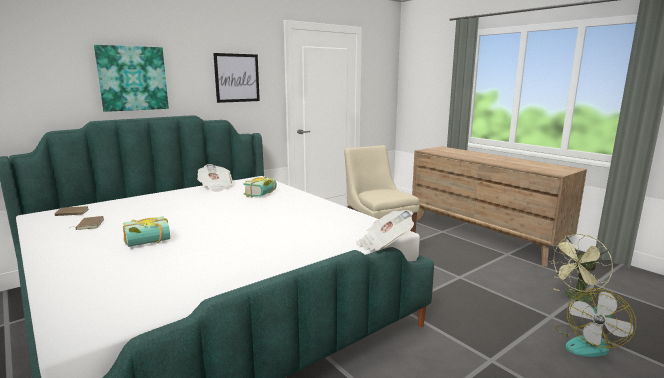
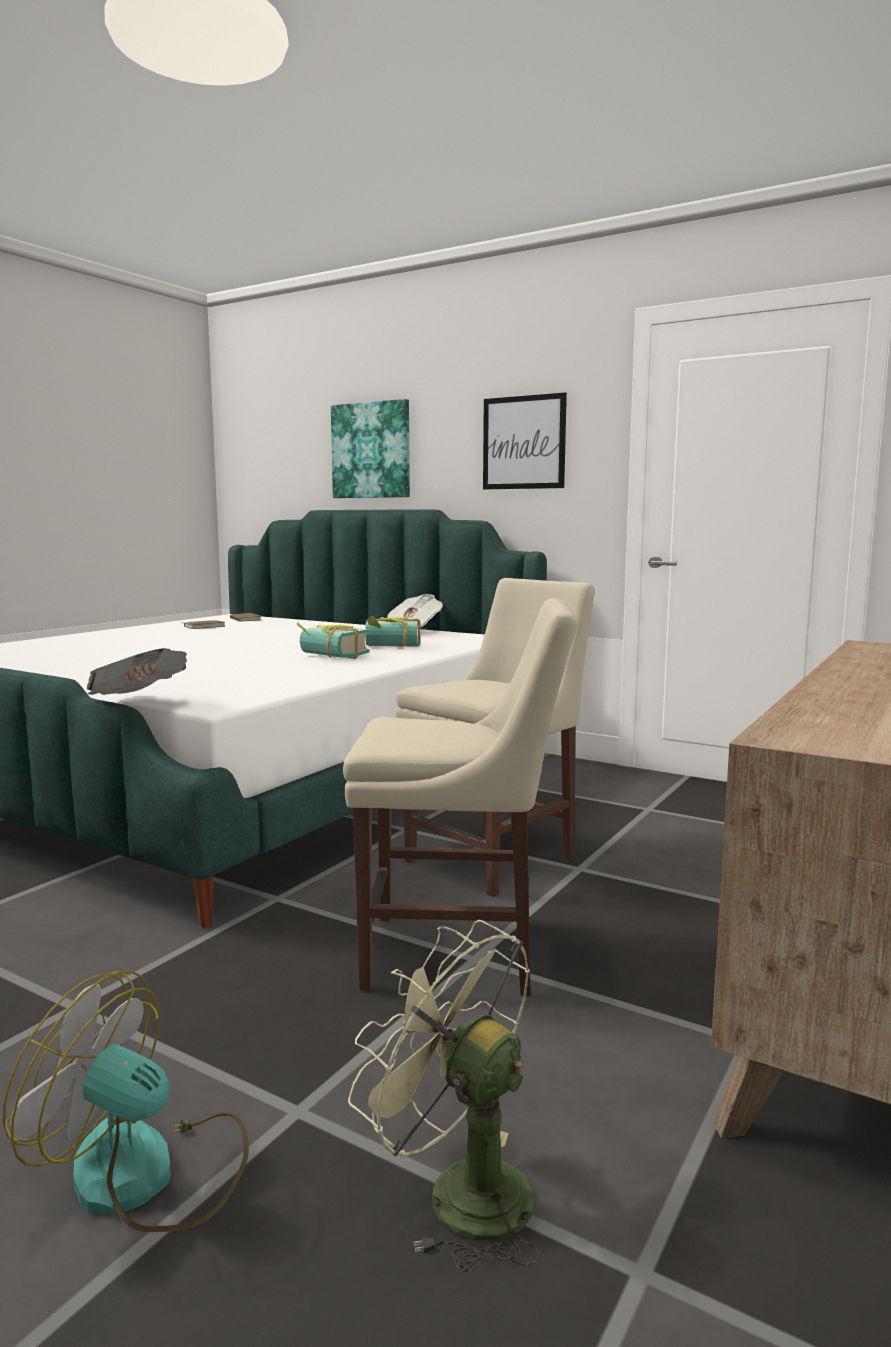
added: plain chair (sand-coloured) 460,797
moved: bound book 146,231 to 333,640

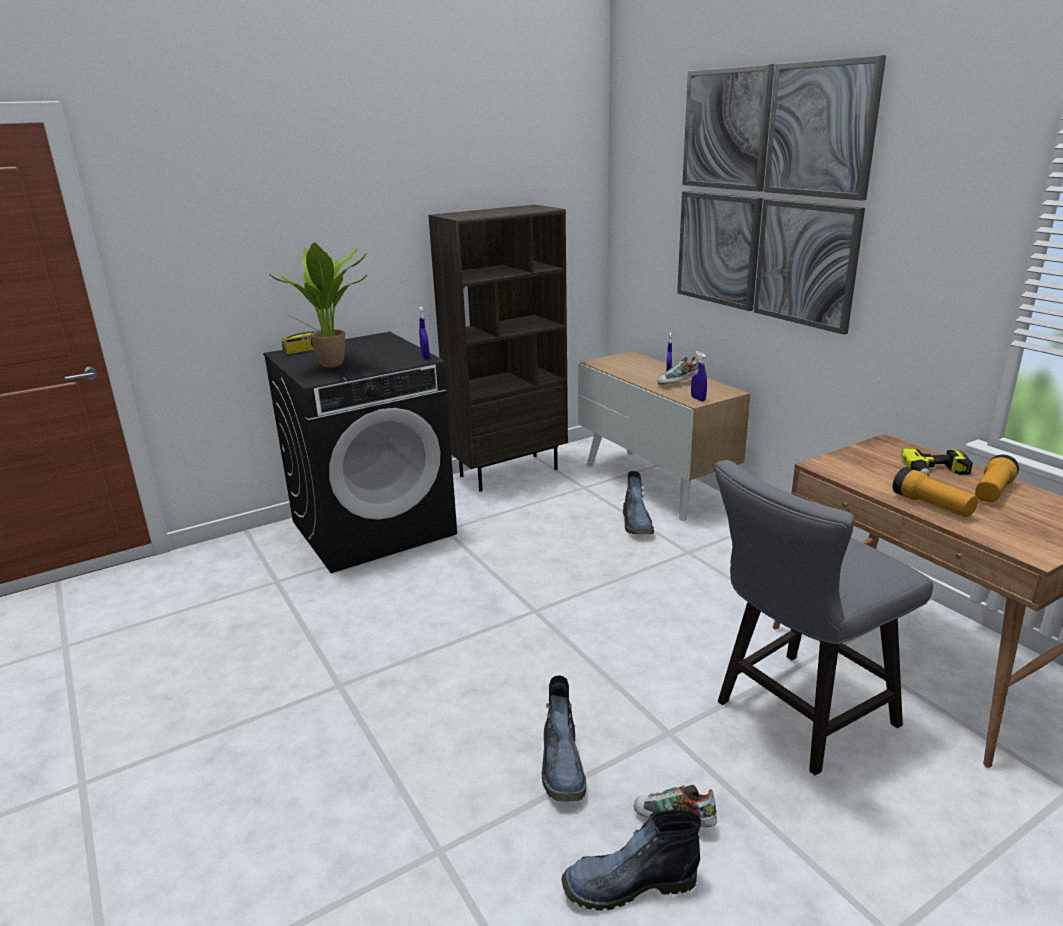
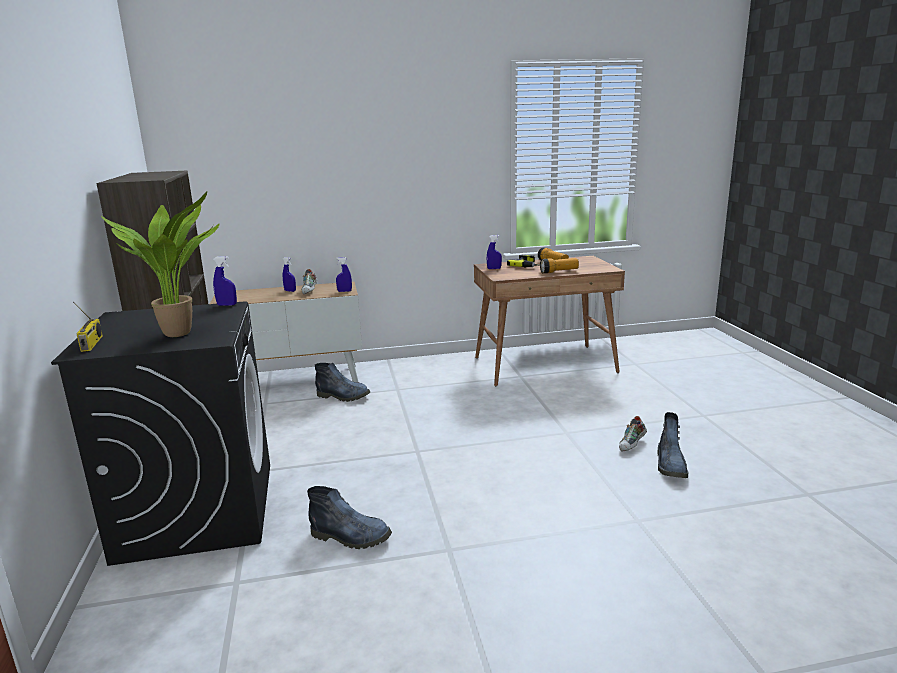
removed: wall art 781,195; plain chair (grey) 823,617
added: hand sprayer (blue-coloured) 494,252
moved: boot 564,738 to 349,517

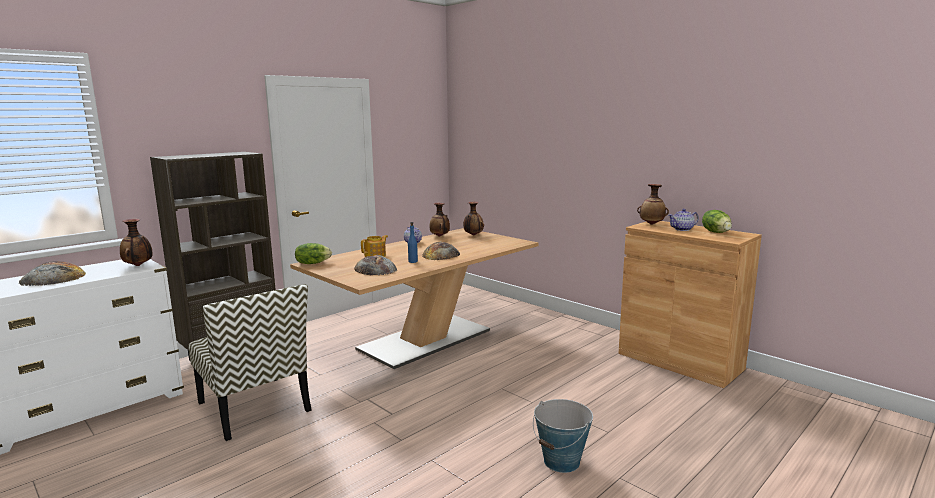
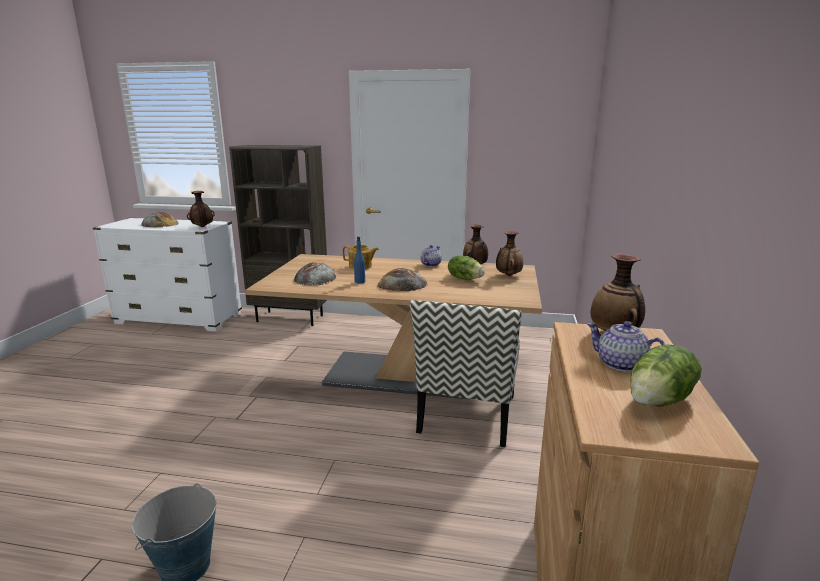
moved: lettuce head 313,253 to 466,268; plain chair 250,362 to 466,373

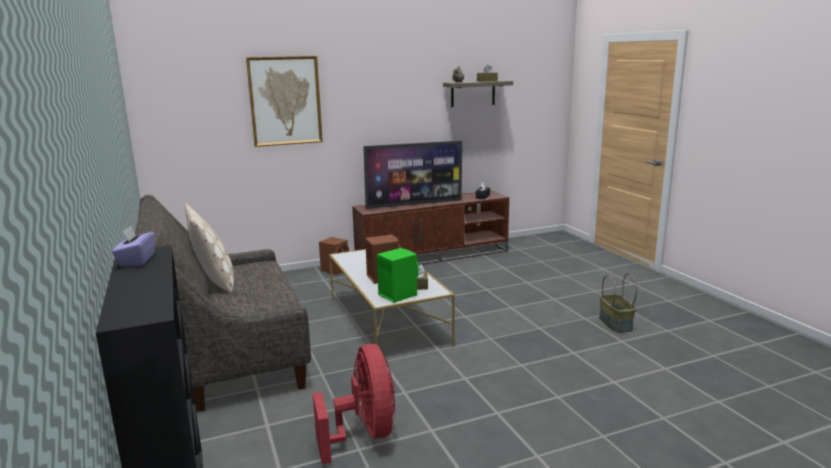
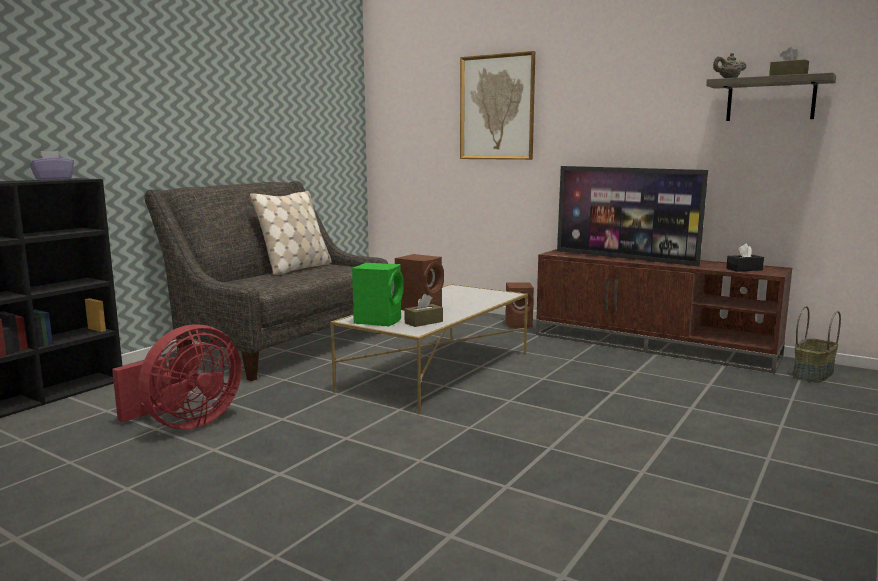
moved: basket 618,303 to 817,344

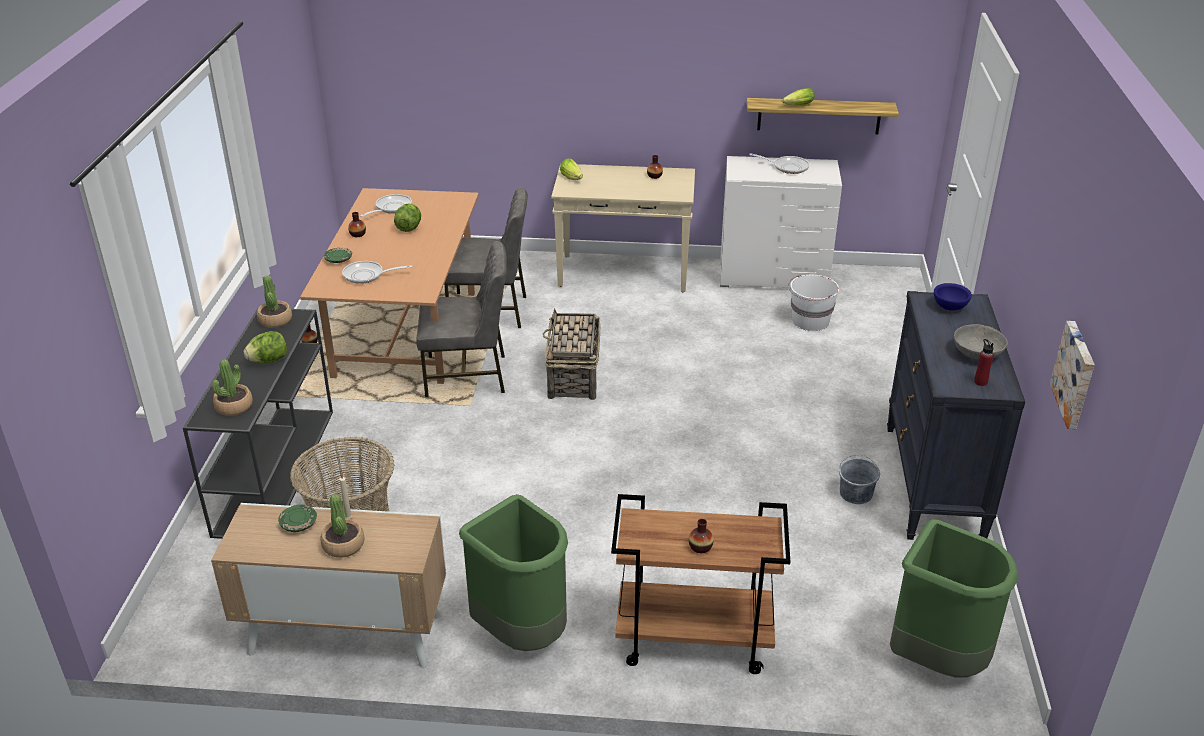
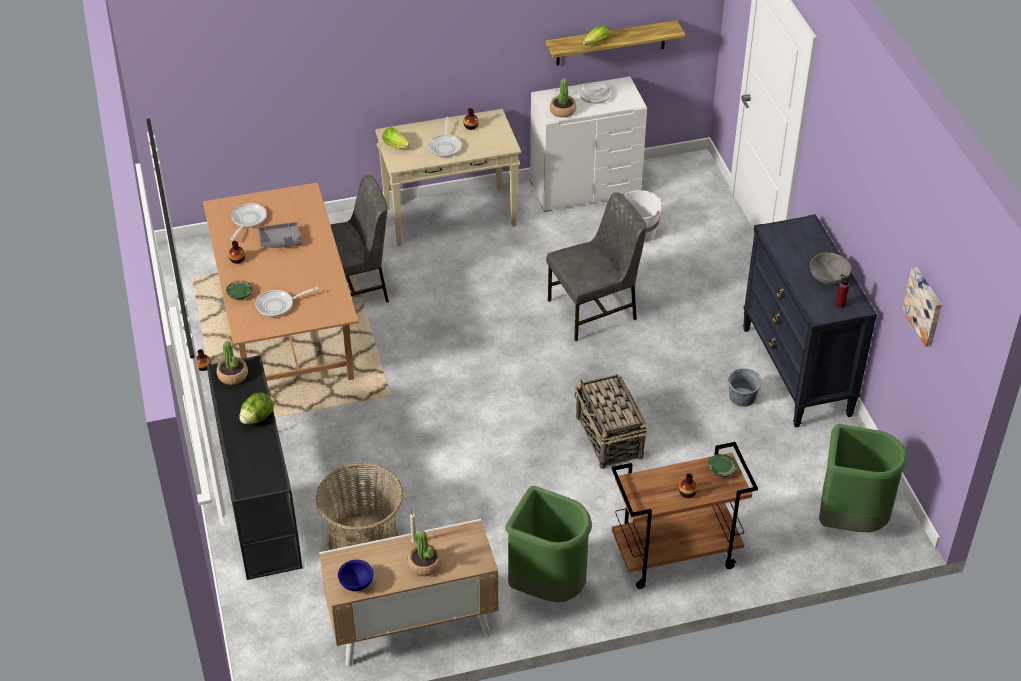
added: frying pan 445,137
moved: plain chair (grey) 461,319 to 596,266; serving bowl (blue-coloured) 953,297 to 355,575; basket 572,354 to 610,421; potted plant 232,388 to 563,98; flat dish (green) 297,518 to 722,465
replaced: lettuce head 407,217 to serving tray (grey) 279,235

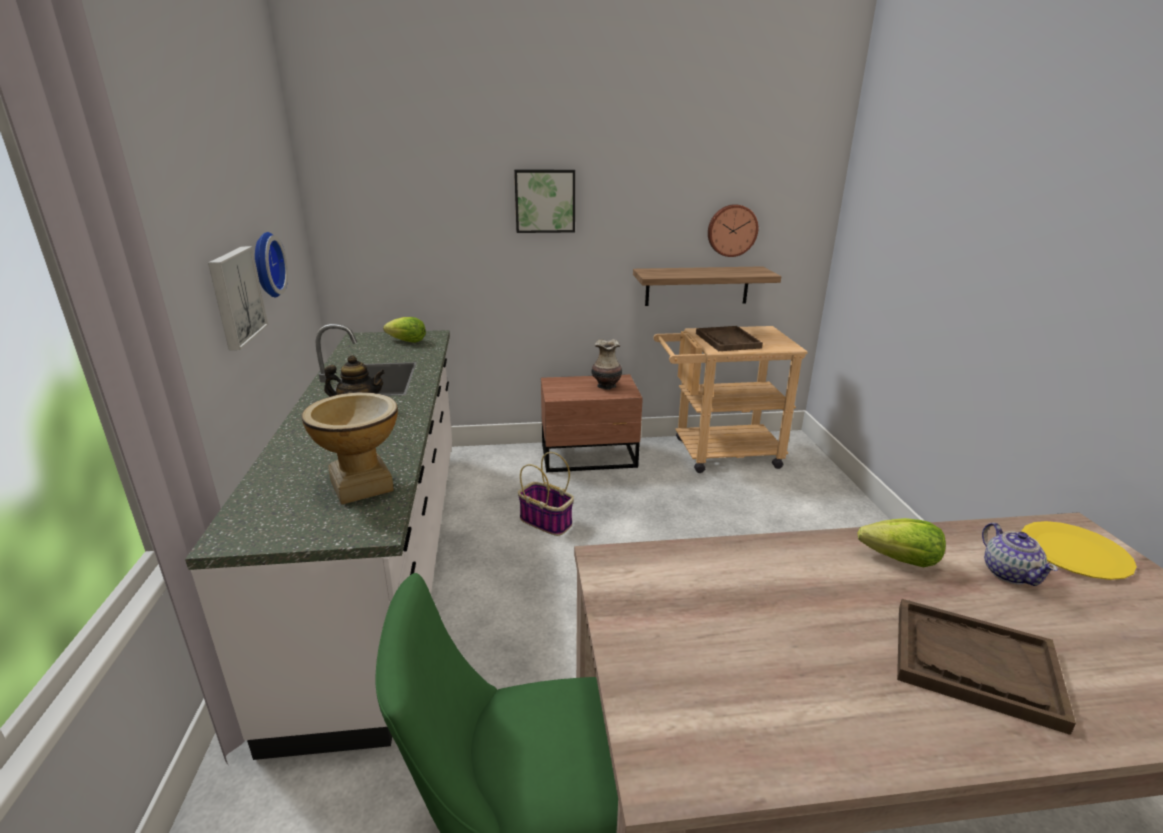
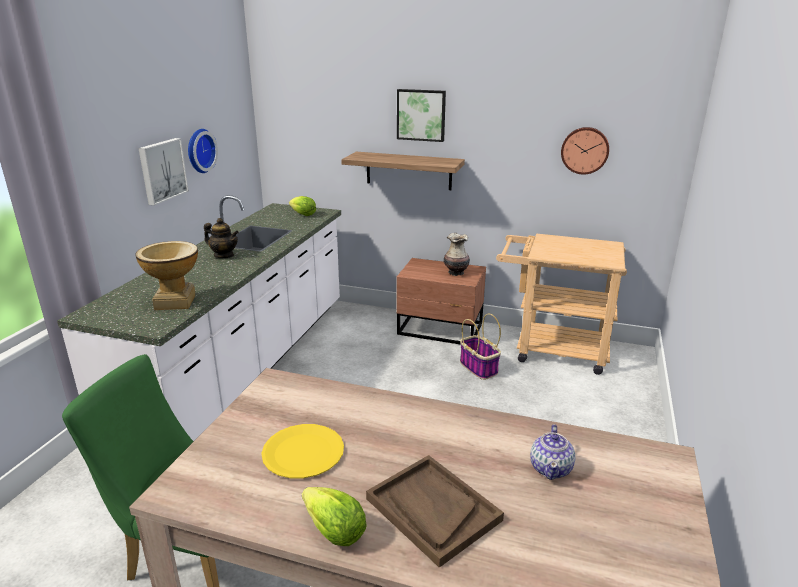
removed: serving tray (brownish) 729,338
moved: wall shelf 707,286 to 403,171; basket 546,494 to 480,347; lettuce head 902,542 to 334,516; flat dish (yellowish) 1079,550 to 302,451

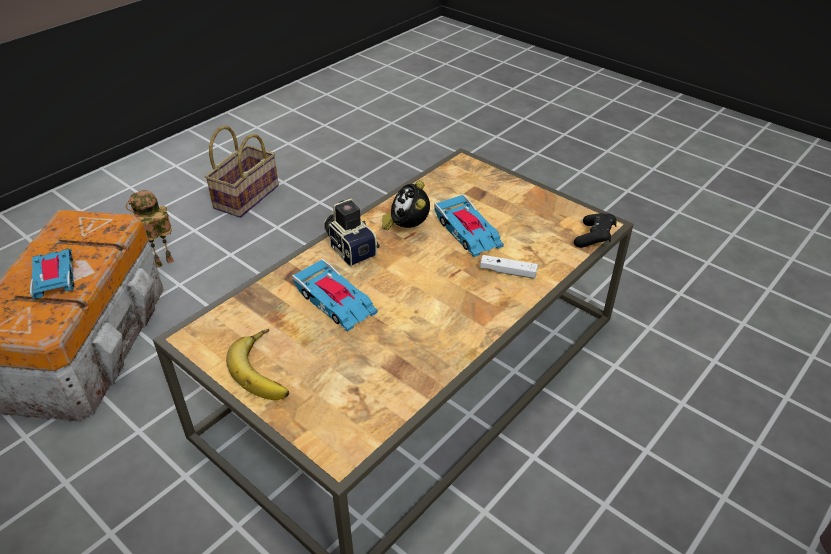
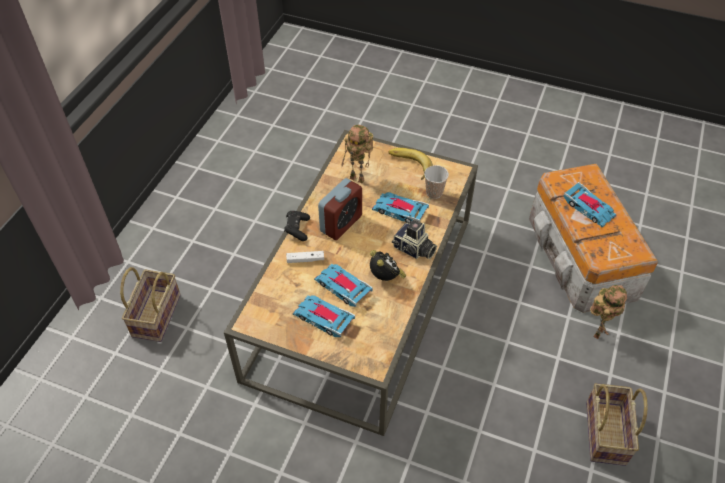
added: robot figure 357,154; small cup 436,182; table clock 340,209; basket 150,304; toy car 324,316
moved: game controller (black) 595,230 to 297,226

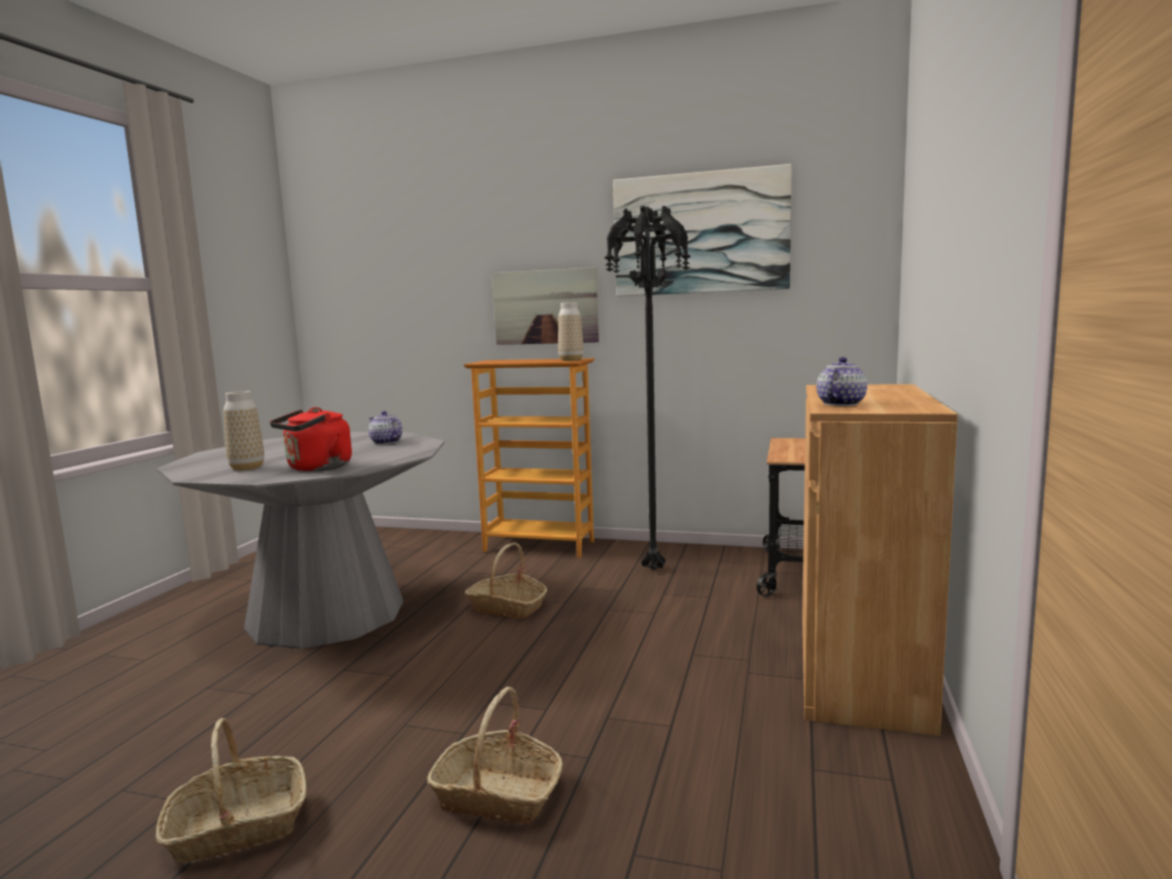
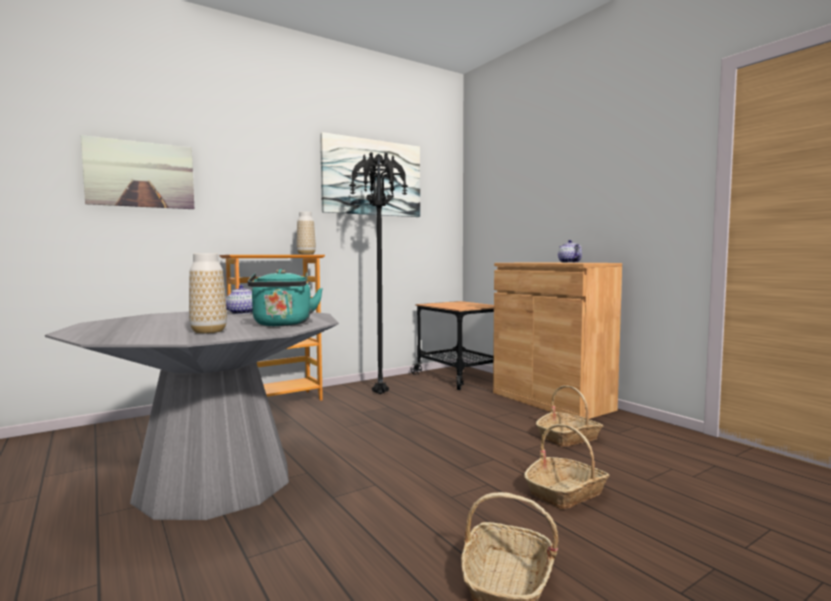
moved: wall art 545,306 to 137,172; basket 506,580 to 569,416
recoloured: water kettle (red-coloured) 311,439 to water kettle (turquoise-coloured) 285,297

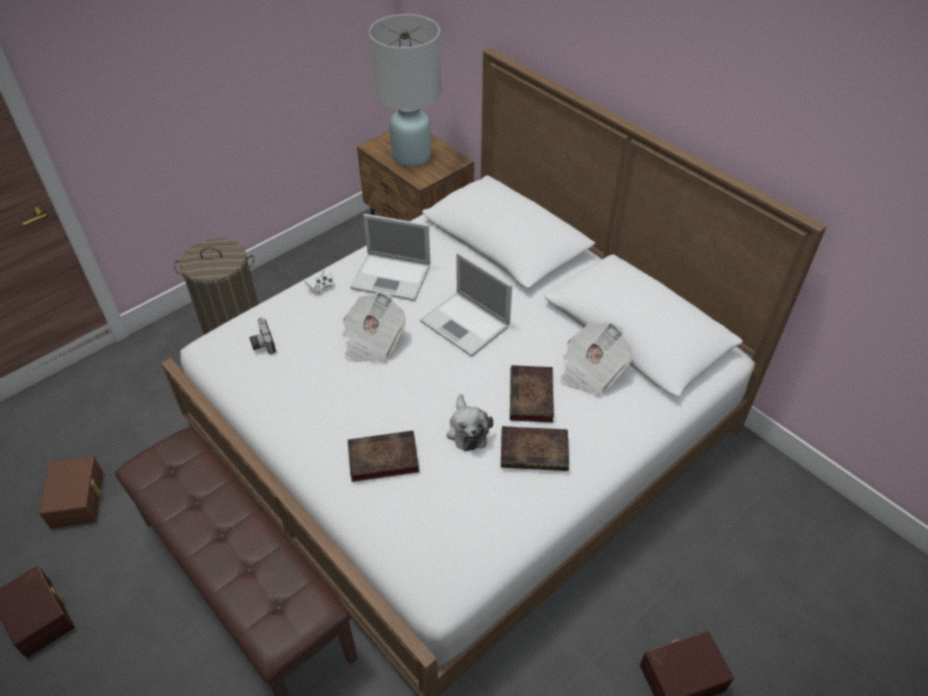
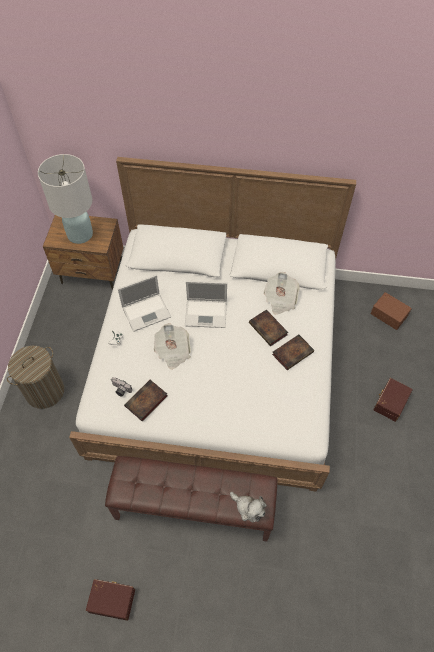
moved: soft toy 470,422 to 248,507; bound book 383,456 to 146,400; storage box (brownish) 71,492 to 391,311

